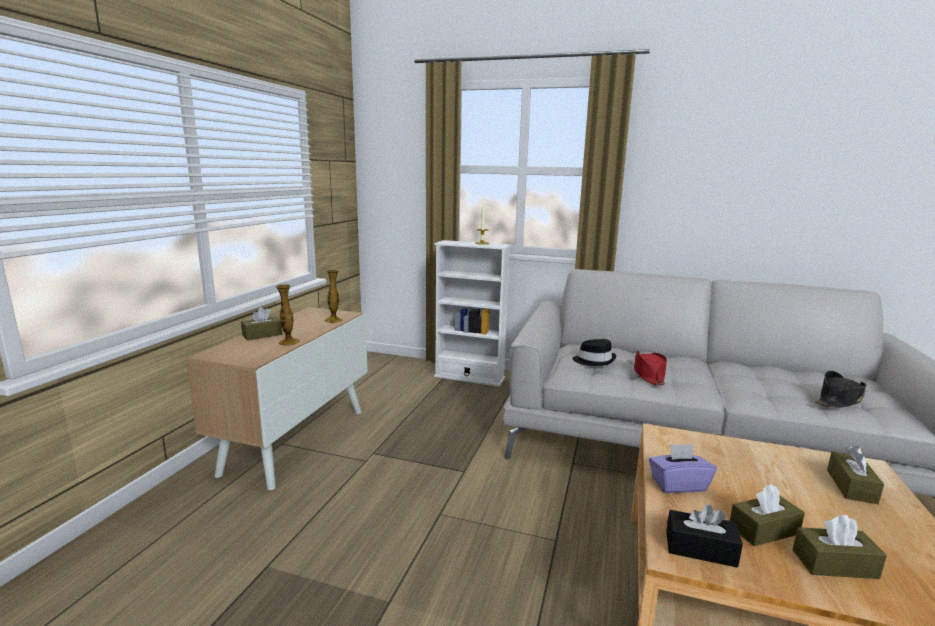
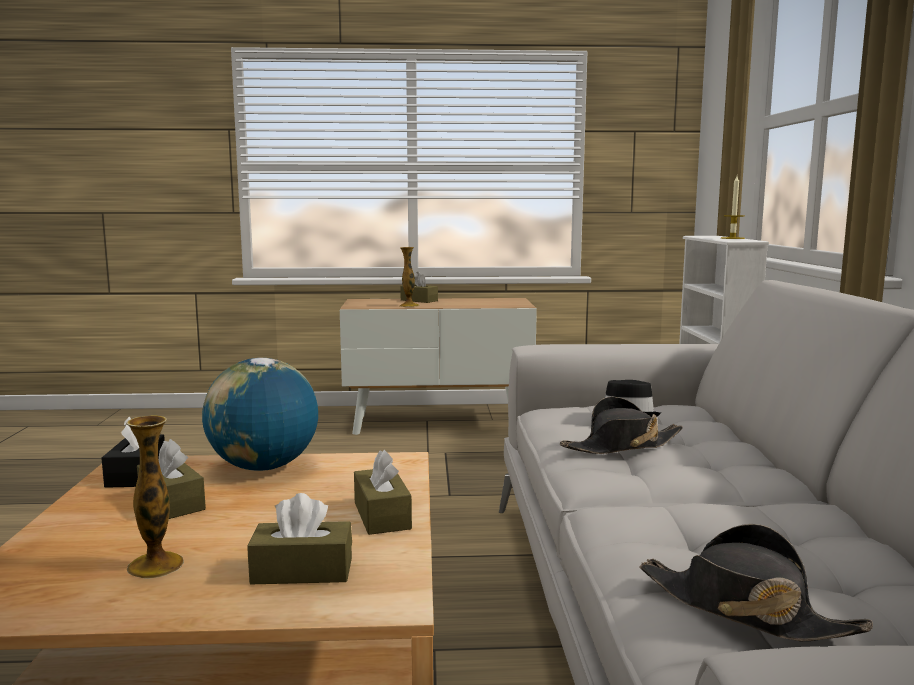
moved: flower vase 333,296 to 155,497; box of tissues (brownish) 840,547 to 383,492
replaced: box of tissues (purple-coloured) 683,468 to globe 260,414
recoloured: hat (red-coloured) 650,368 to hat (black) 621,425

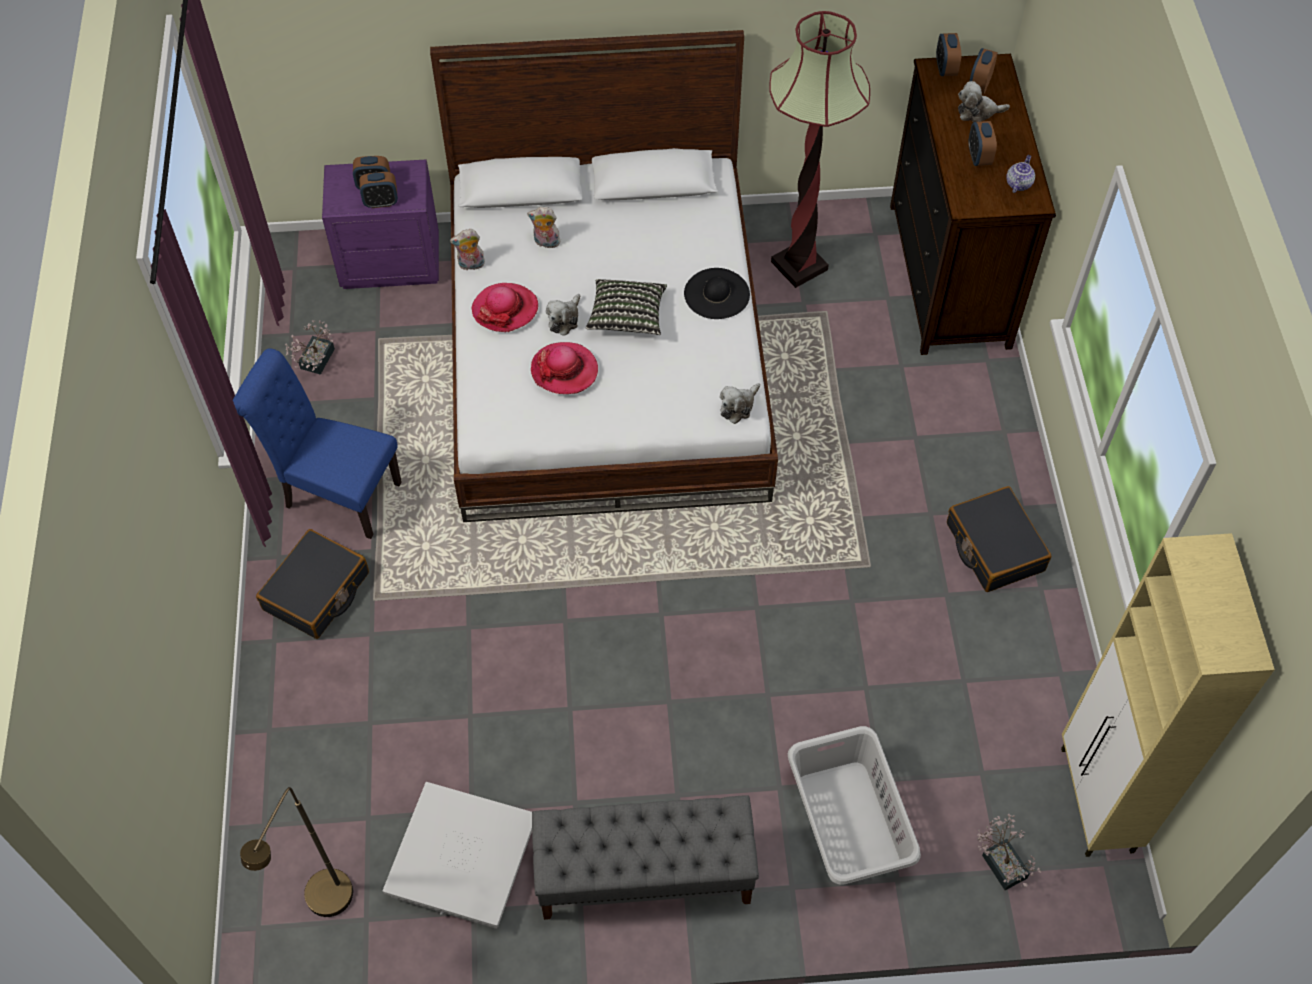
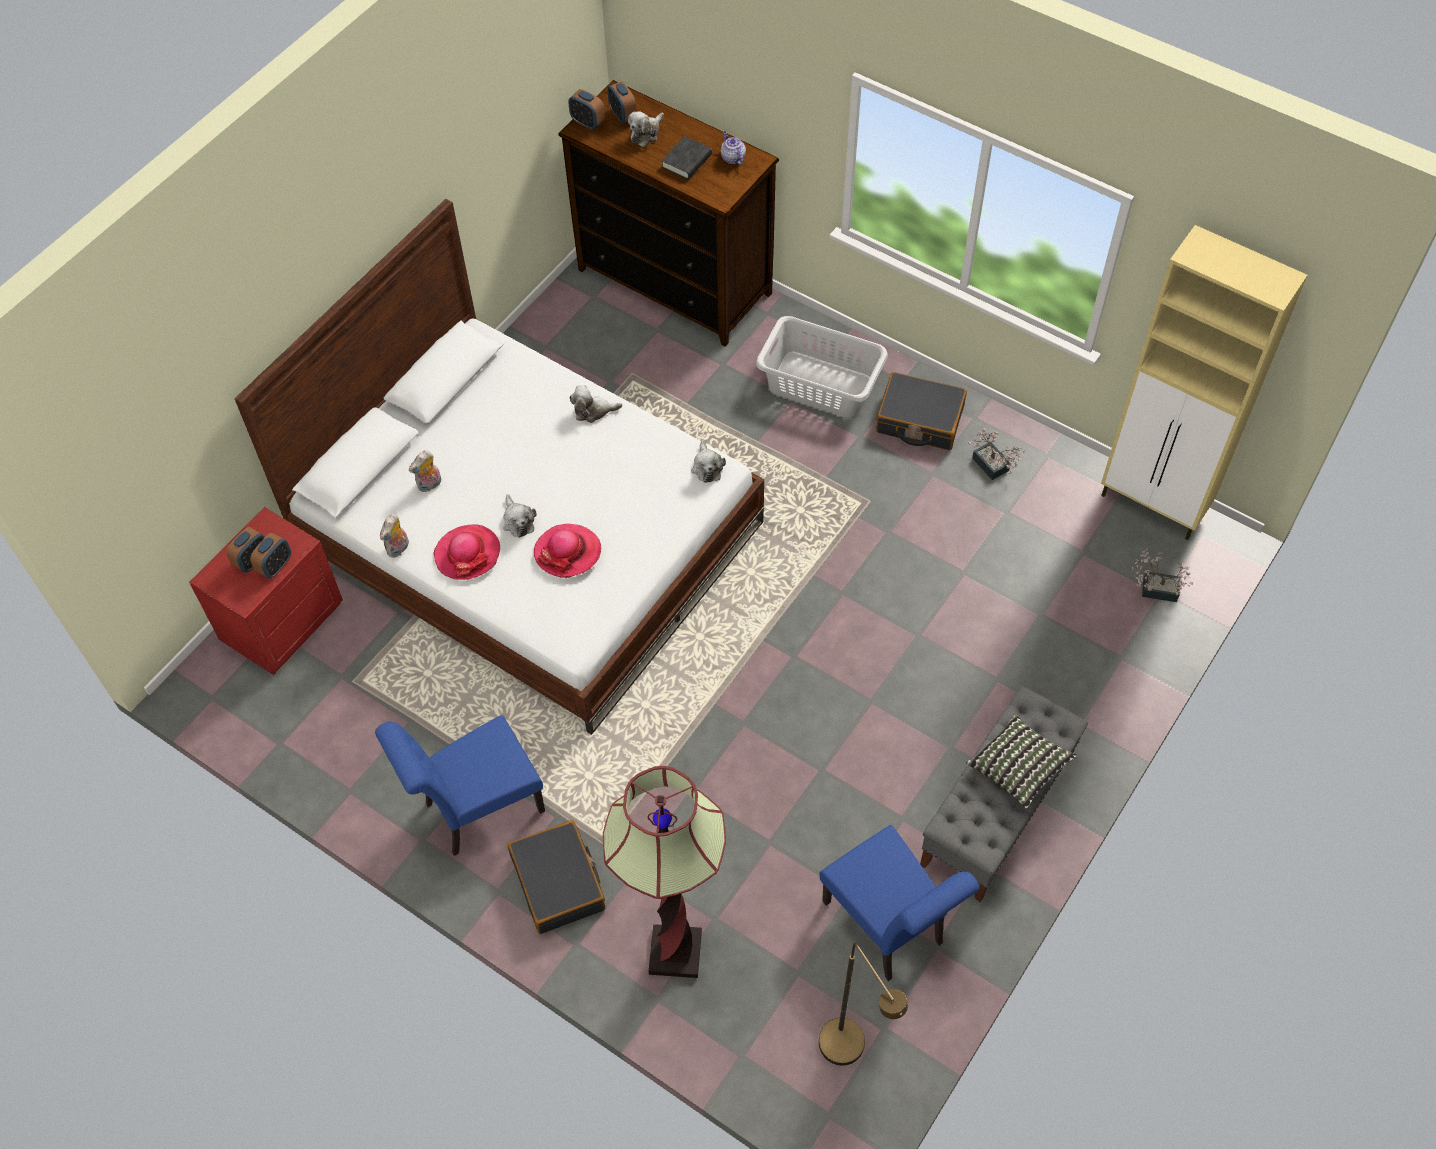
moved: standard lamp 819,149 to 664,872; cushion 626,307 to 1021,760; potted plant 310,347 to 996,454; washing basket (grey) 854,805 to 822,366
replaced: table clock 983,143 to bound book (black) 686,158; hat (black) 717,293 to soft toy 595,404; storage box (white) 457,855 to plain chair (blue-coloured) 899,903
recoloured: nightstand (purple-coloured) 380,224 to nightstand (red-coloured) 266,591

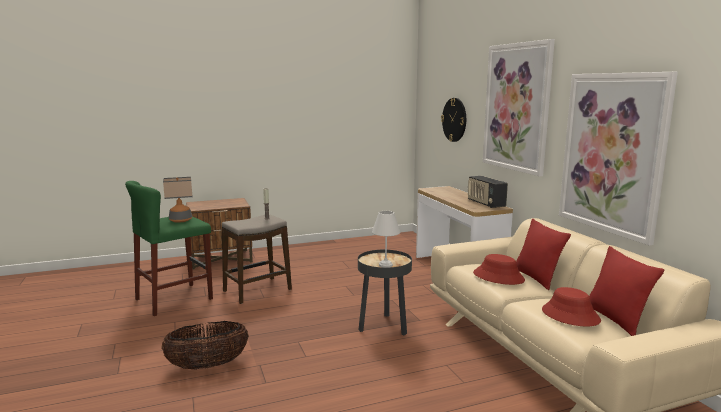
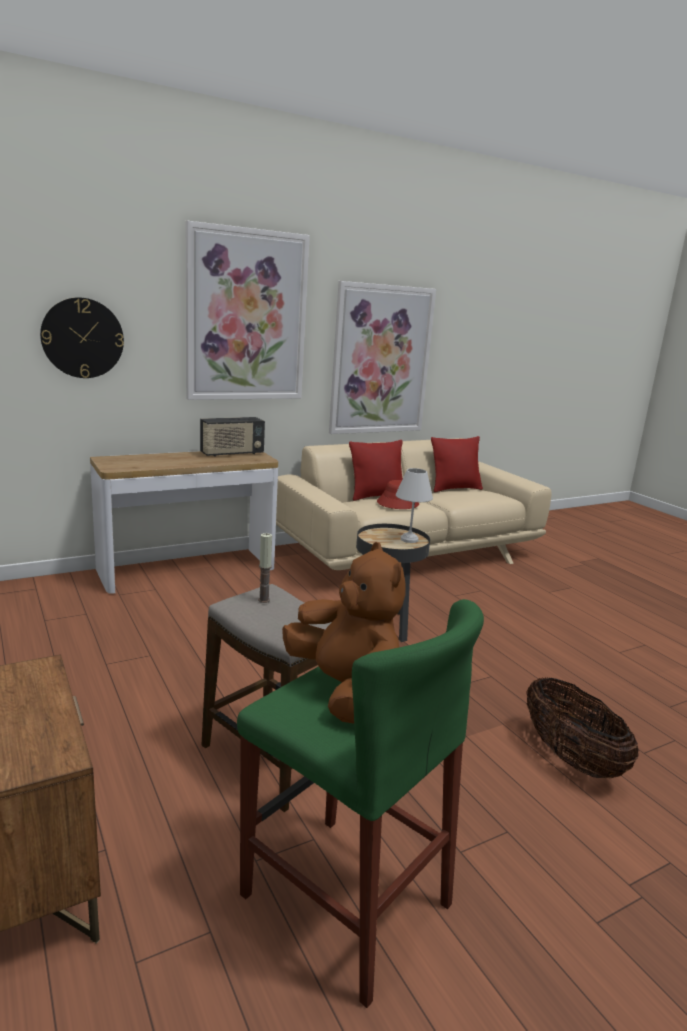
removed: hat (red-coloured) 571,307
replaced: tabletop lamp 177,200 to soft toy (brownish) 344,633

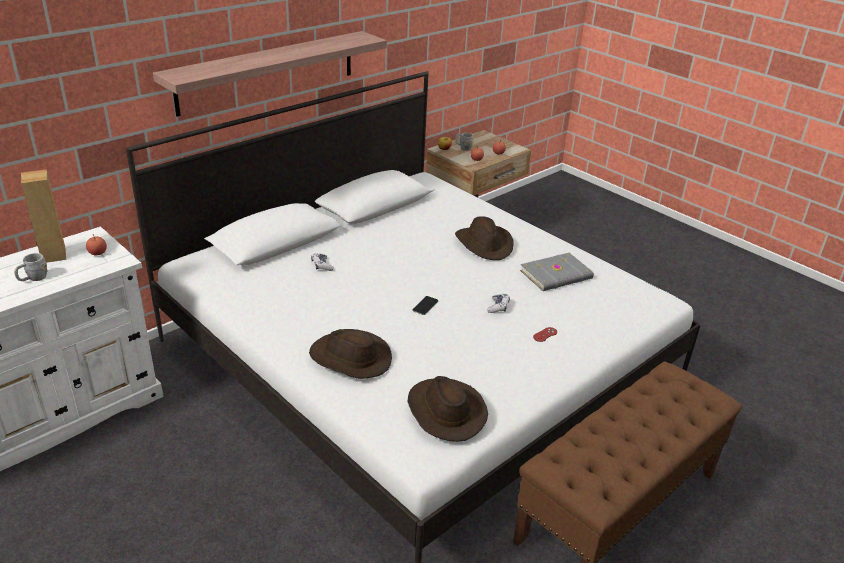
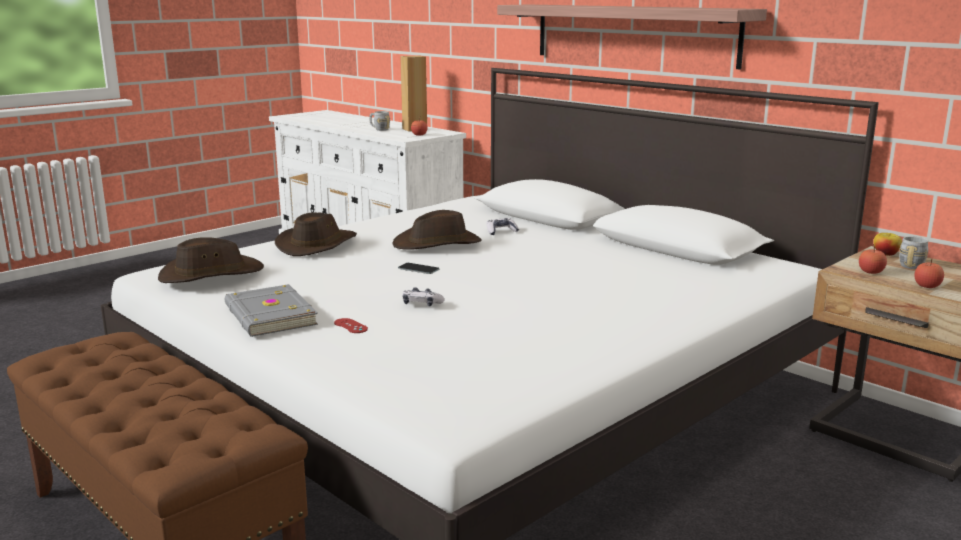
moved: hat (brownish) 484,238 to 437,230; bound book (grey) 557,272 to 272,310

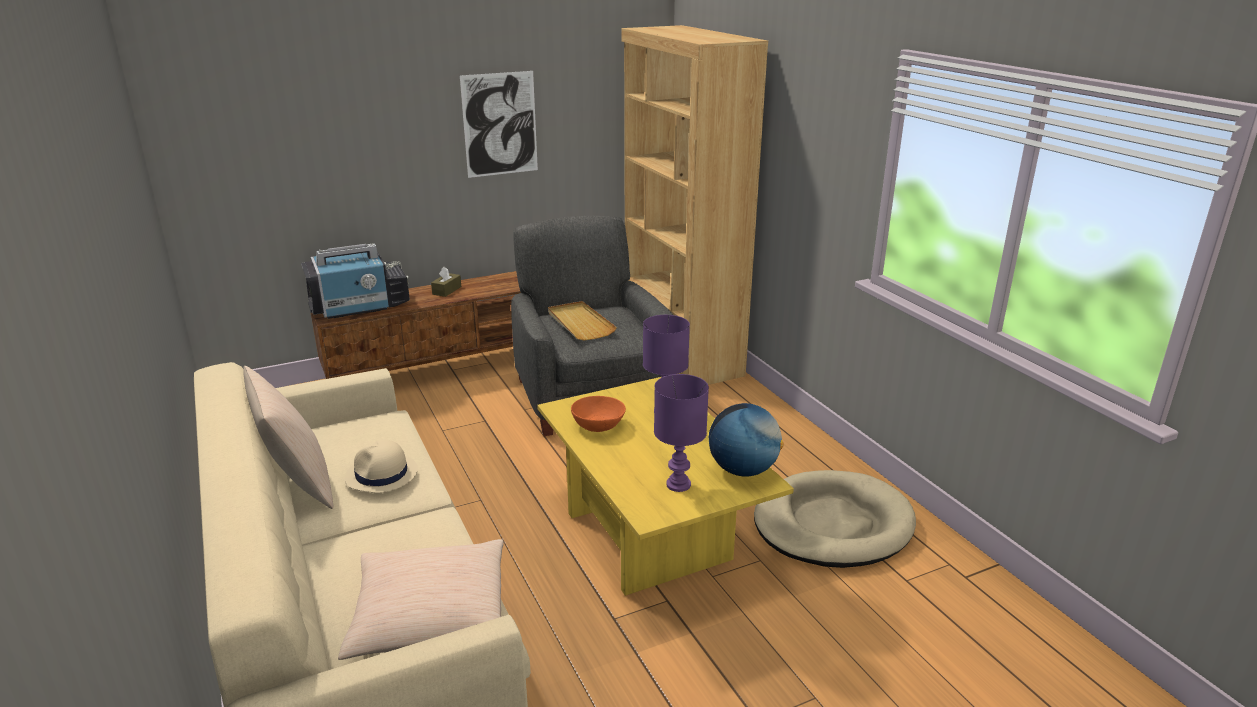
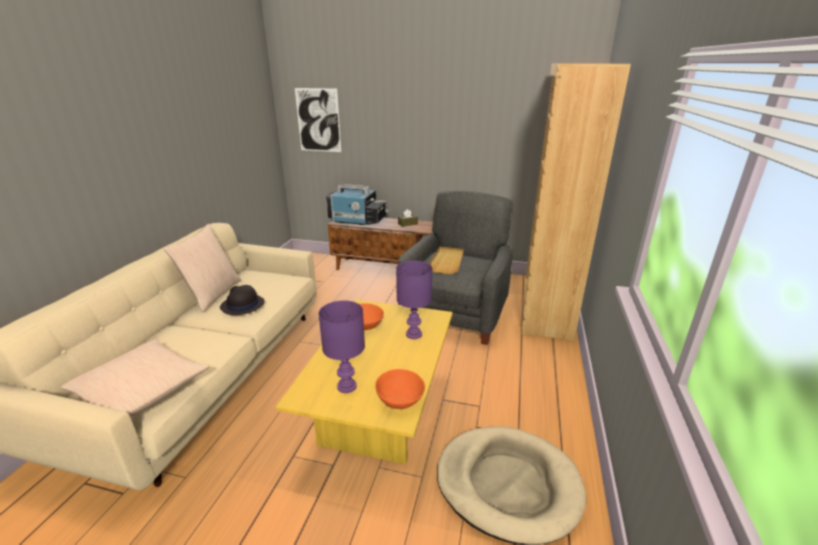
moved: wall art 499,124 to 318,120
replaced: globe 746,439 to serving bowl (orange-coloured) 400,389
recoloured: hat (sand-coloured) 381,466 to hat (black) 242,300

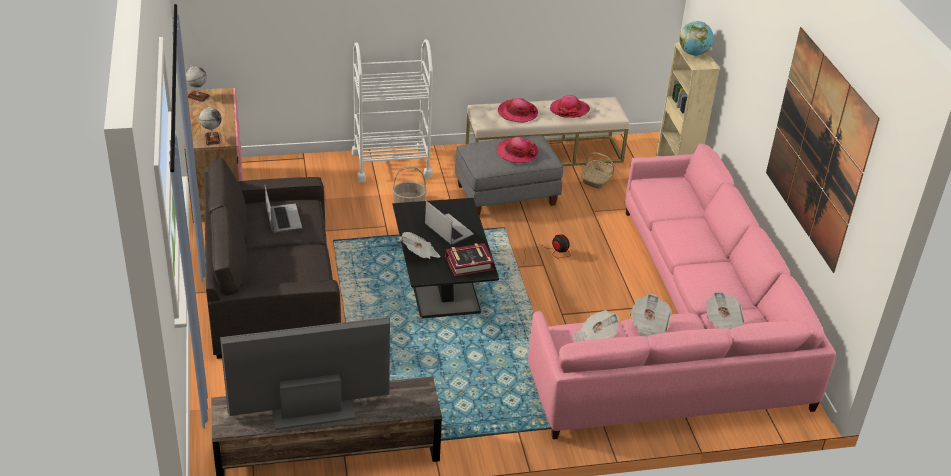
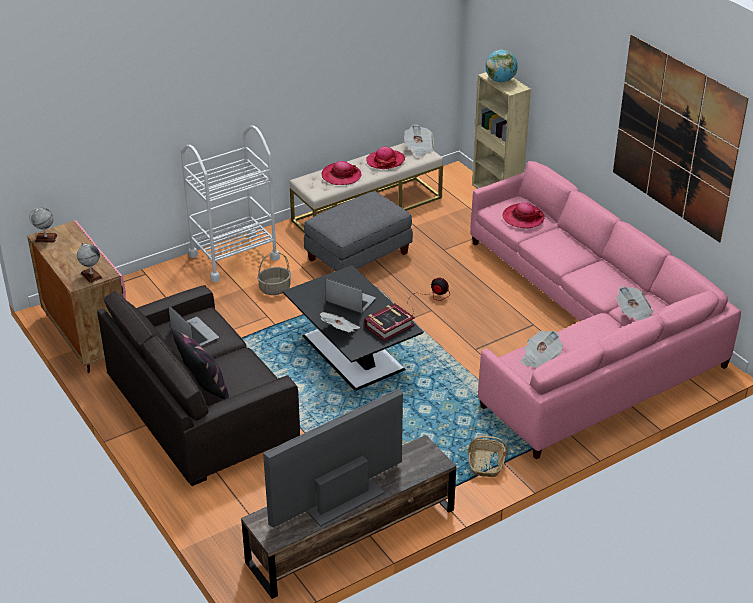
added: cushion 200,364
moved: hat 517,150 to 523,216; basket 598,170 to 488,456; printed paper 651,315 to 419,141

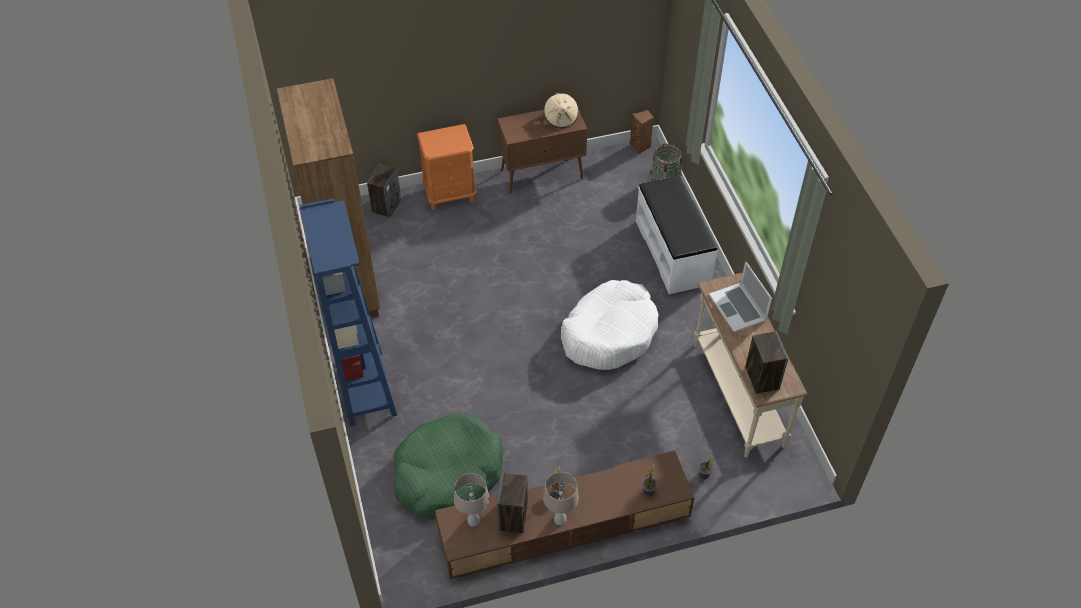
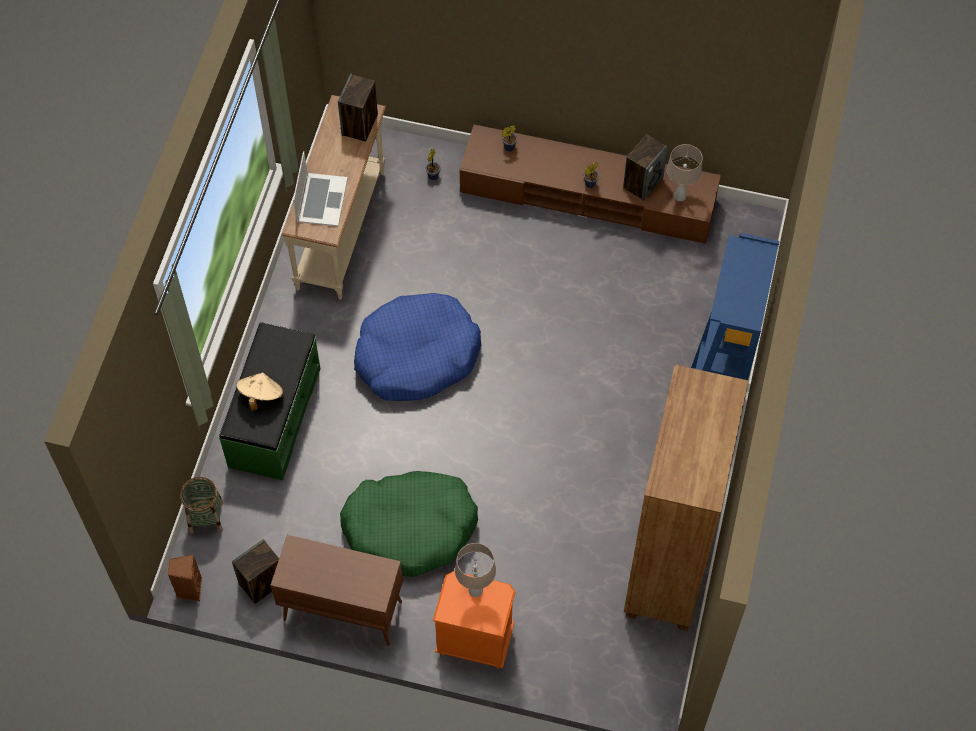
moved: hat (sand-coloured) 561,110 to 259,392; loudspeaker 384,191 to 255,571; pet bed (green) 448,466 to 409,524; tabletop lamp (sand-coloured) 561,498 to 475,570
recoloured: long seat (white) 677,234 to long seat (green) 270,401; pet bed (white) 610,325 to pet bed (blue-coloured) 417,347

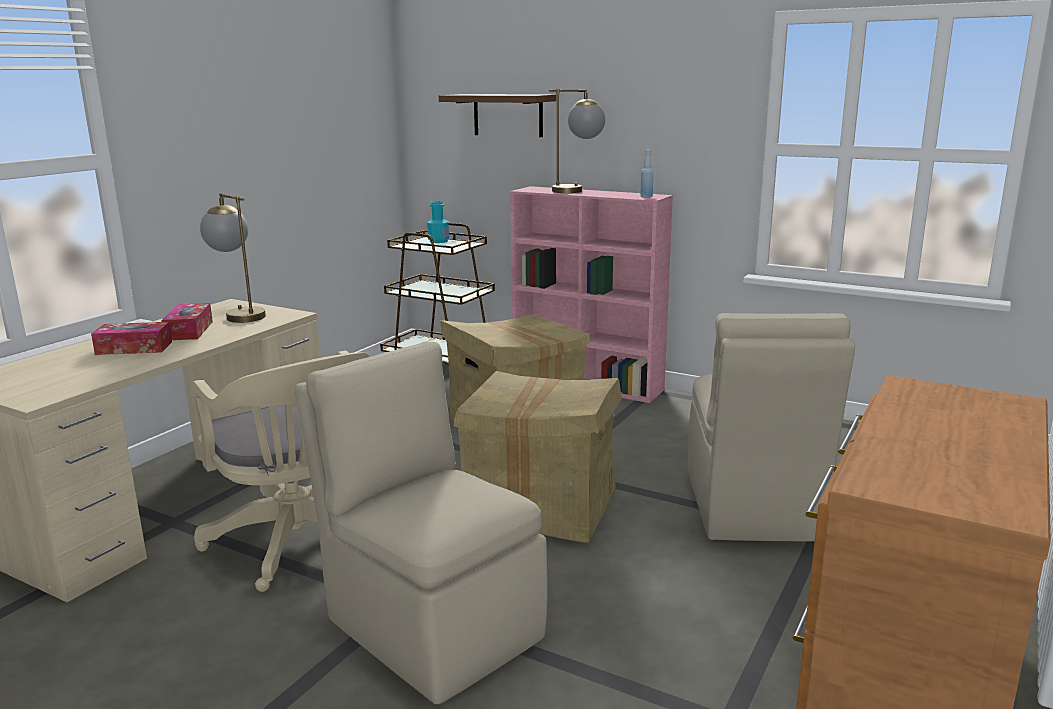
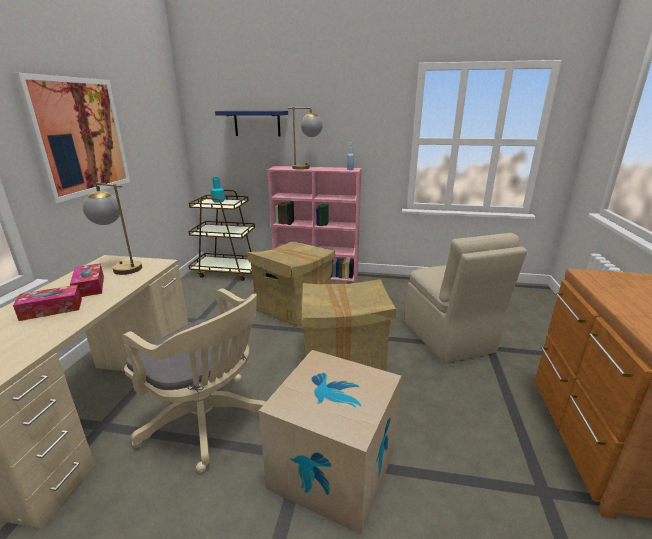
added: wall art 71,138
replaced: plain chair (sand-coloured) 421,522 to carton 330,442
recoloured: wall shelf (brownish) 497,115 to wall shelf (blue-coloured) 251,124

